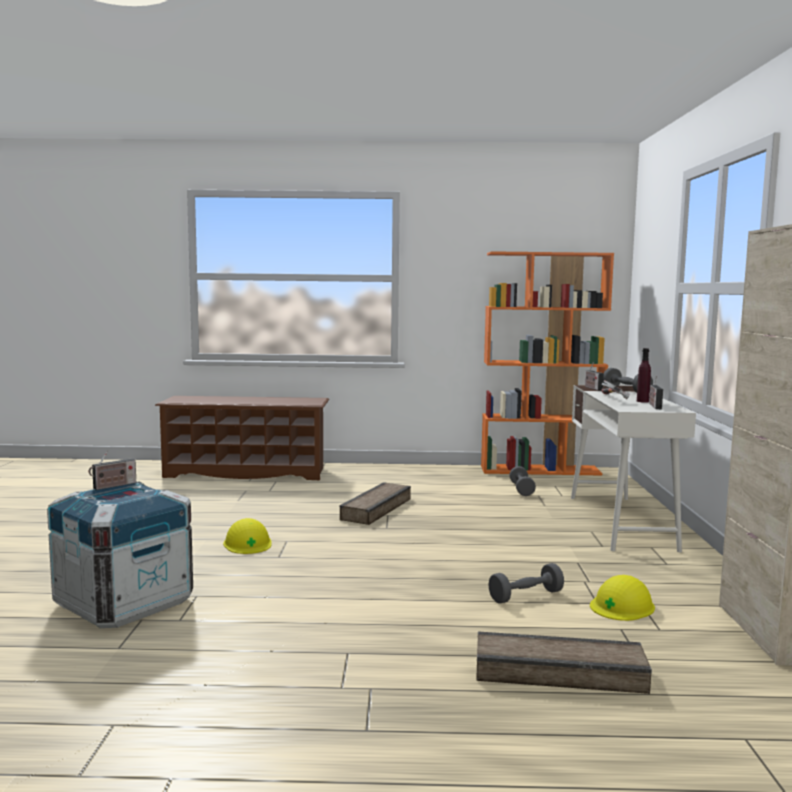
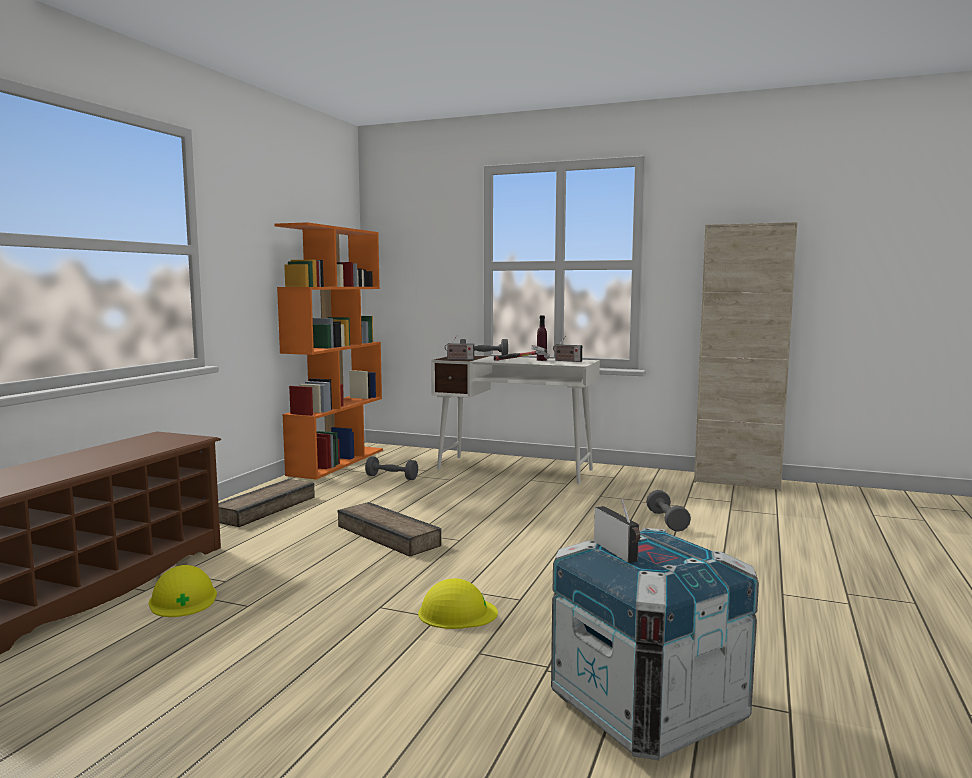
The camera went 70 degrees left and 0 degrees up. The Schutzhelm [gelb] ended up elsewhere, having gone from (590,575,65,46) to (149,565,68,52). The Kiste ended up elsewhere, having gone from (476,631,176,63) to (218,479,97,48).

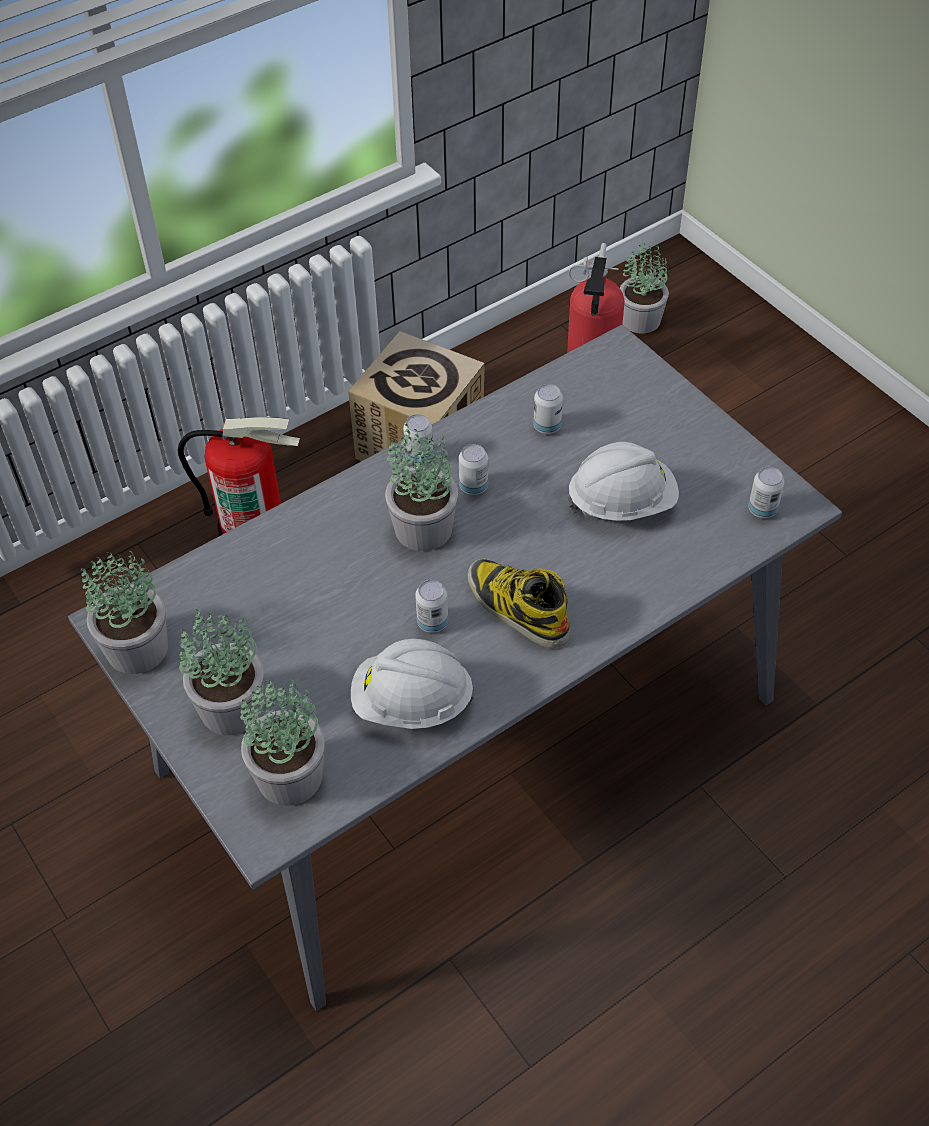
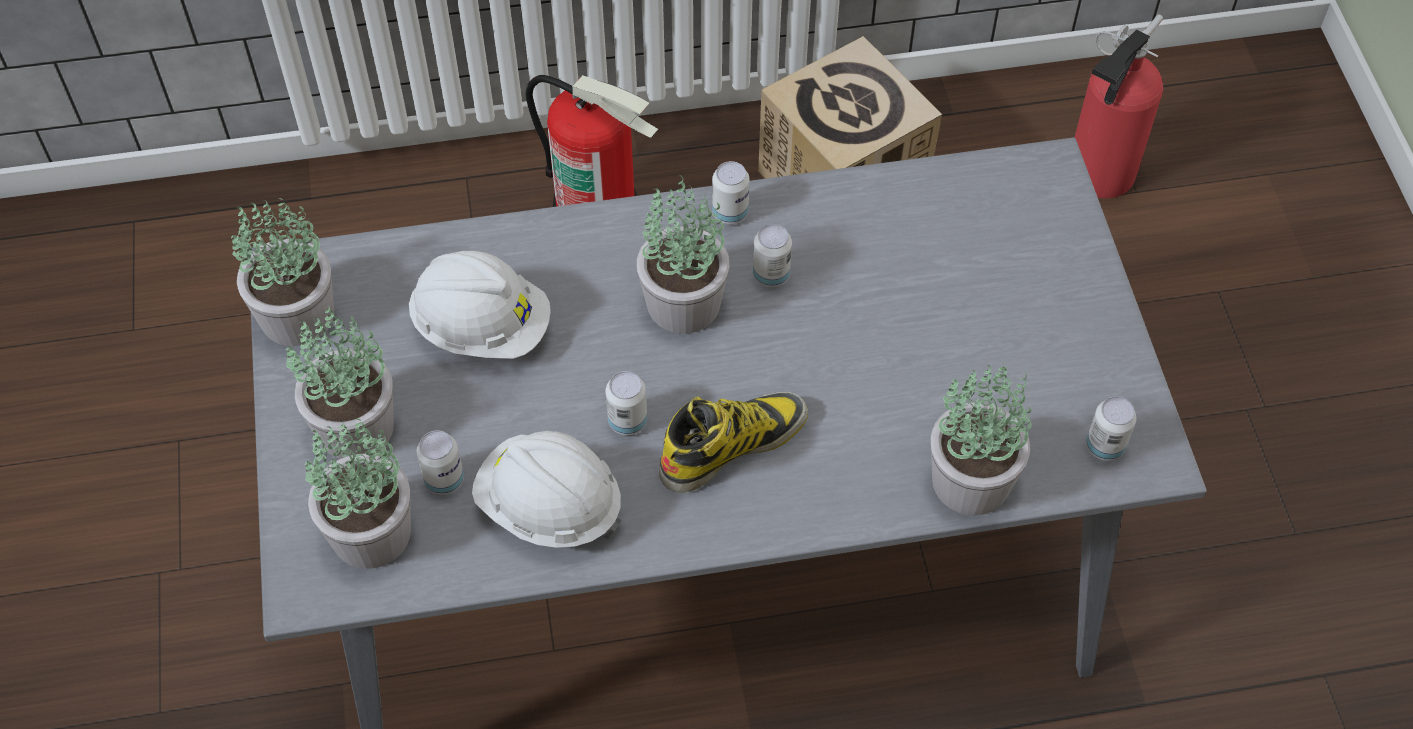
The camera went 25 degrees right and 5 degrees up. The Schutzhelm [weiß] ended up elsewhere, having gone from (567,442,112,79) to (409,251,142,108). The Dose ended up elsewhere, having gone from (533,384,30,50) to (417,430,47,65). The Stiefel at (467,558,104,90) ended up facing another way, 75 degrees clockwise from before. The Topfpflanze ended up elsewhere, having gone from (620,241,49,93) to (931,362,101,153).

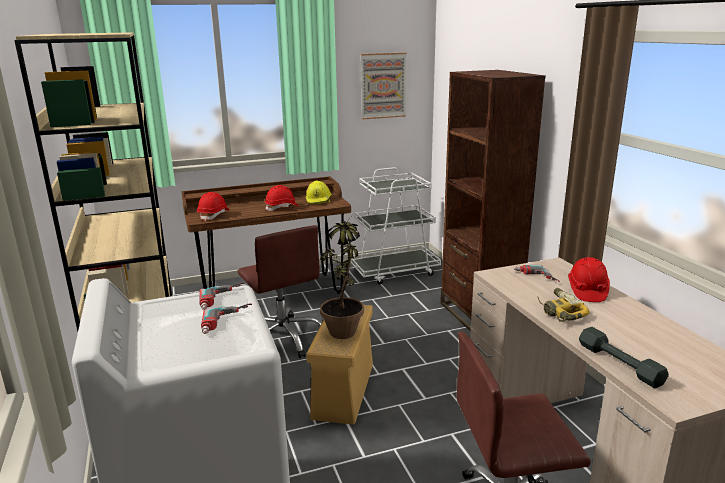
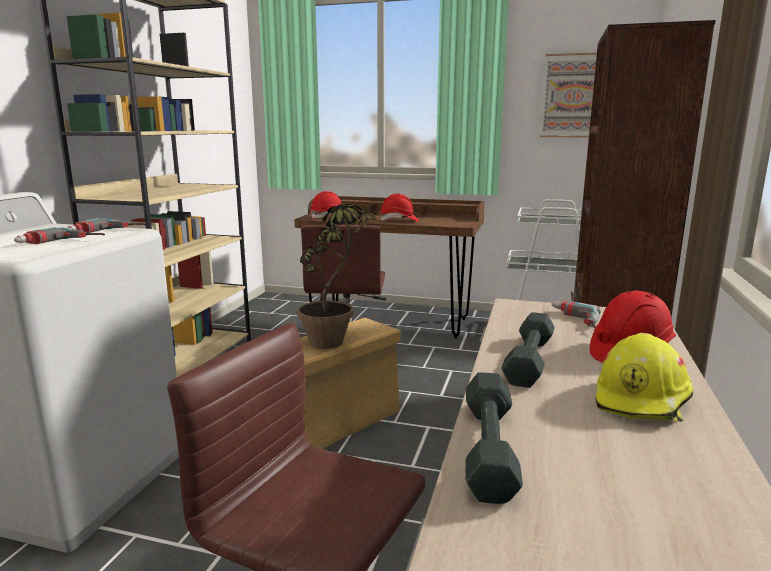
The camera went 35 degrees right and 5 degrees down. Where the Bohrmaschine stood at (537,288,53,34), the Hantel [grau] came to stand at (501,312,54,76). The Schutzhelm [gelb] ended up elsewhere, having gone from (306,180,26,24) to (596,333,97,89).

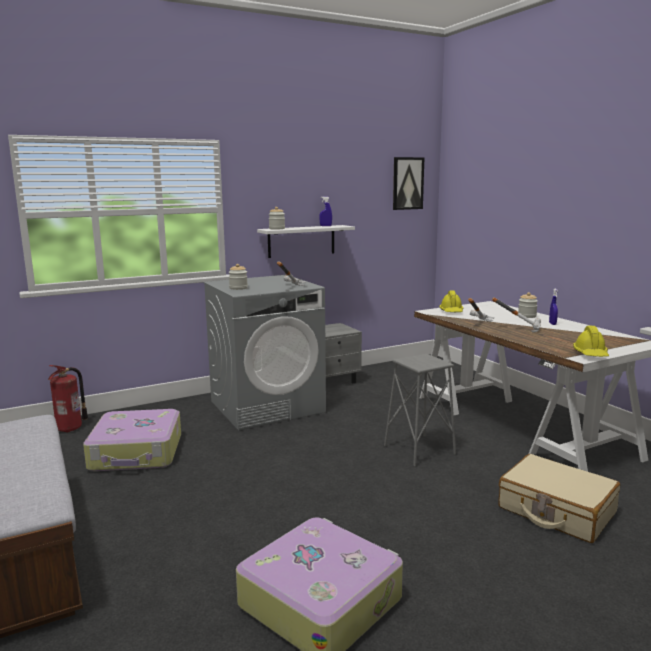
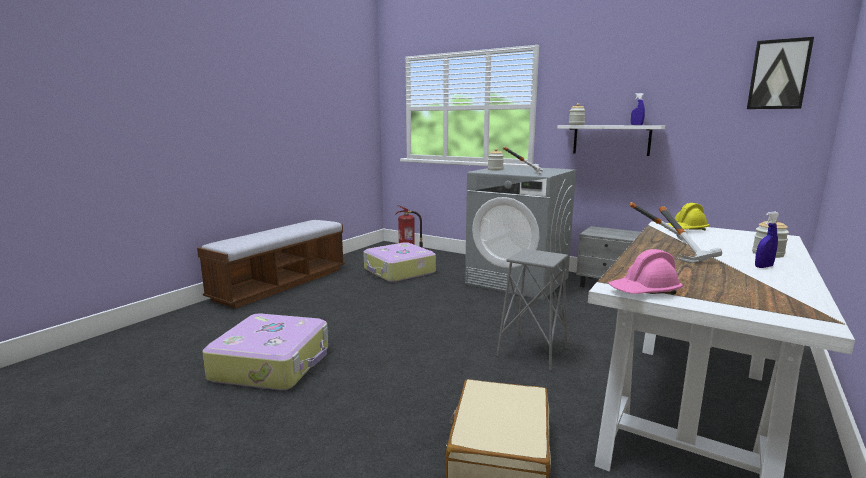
The camera went 60 degrees right and 0 degrees up. What was the Schutzhelm [gelb] at (573,326,36,31) turned into the Schutzhelm [rosa] at (609,249,74,45).

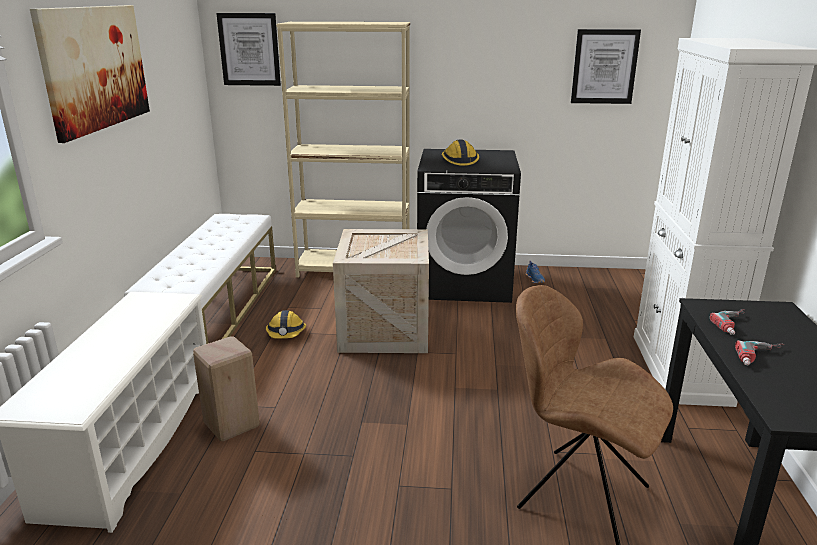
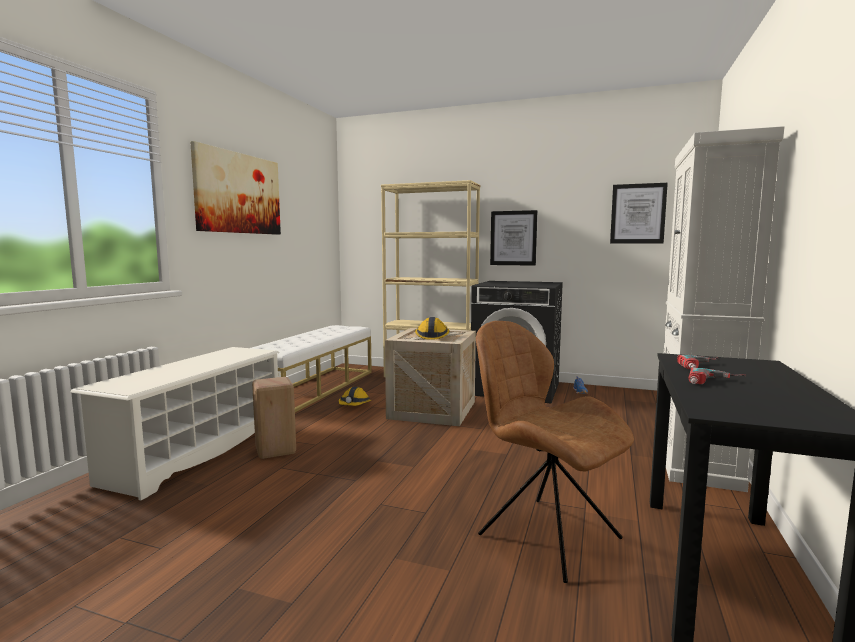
The camera went 15 degrees right and 15 degrees down. The Schutzhelm ended up elsewhere, having gone from (442,140,37,26) to (415,317,35,23). The Bild ended up elsewhere, having gone from (216,13,65,73) to (490,210,47,56).

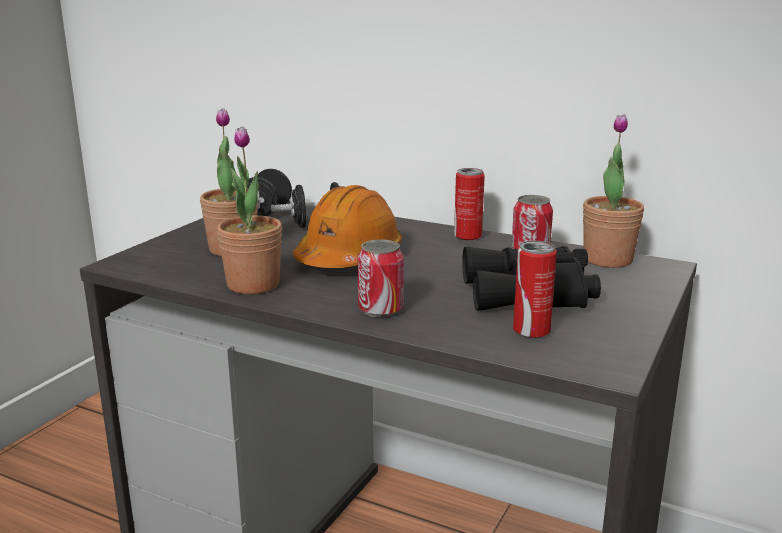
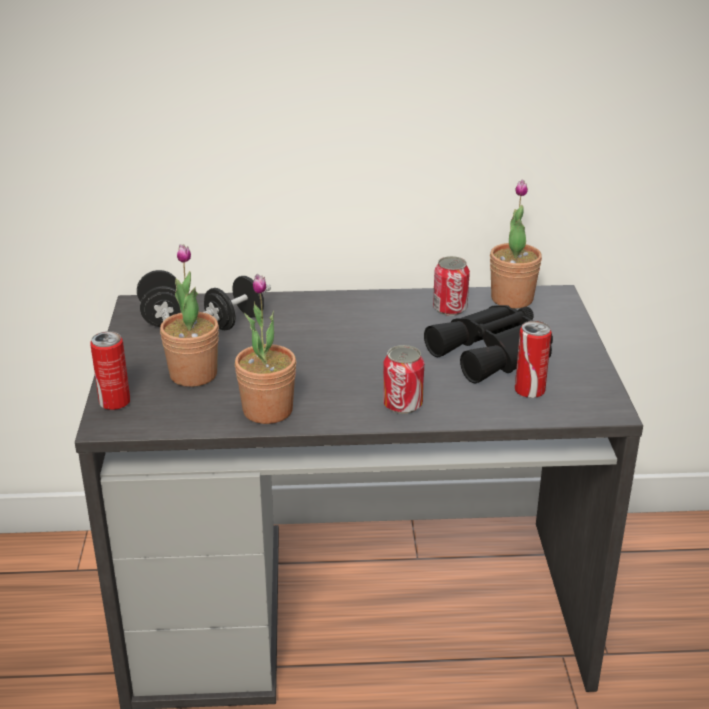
The camera went 30 degrees left and 10 degrees up. The Dose ended up elsewhere, having gone from (454,168,31,72) to (90,331,40,79). The second view lost the Schutzhelm [orange] at (293,185,109,83).

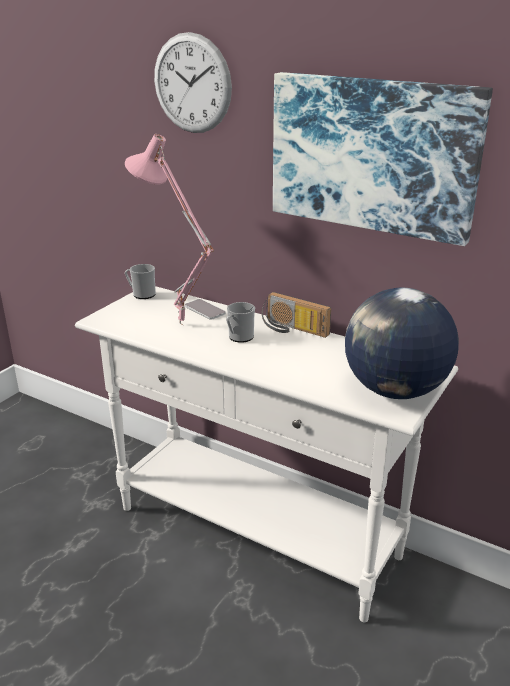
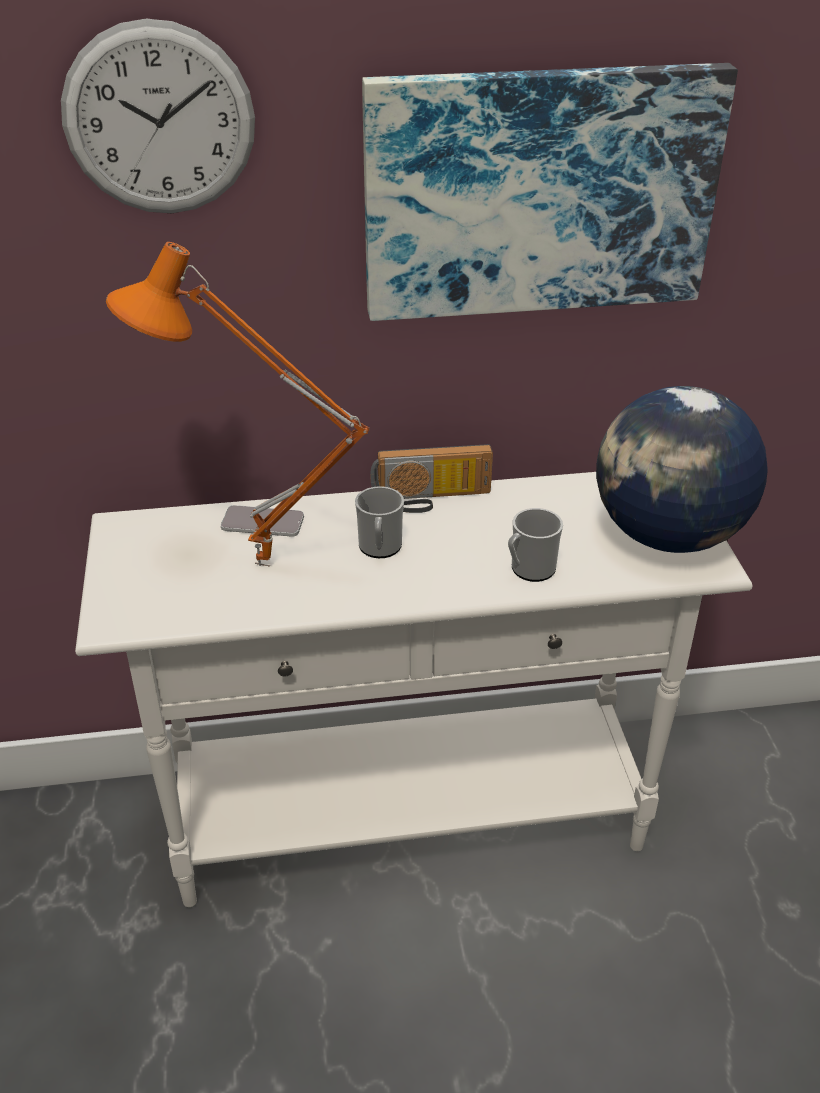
The camera went 40 degrees left and 10 degrees up. What was the Tischlampe [rosa] at (125,134,89,192) turned into the Tischlampe [orange] at (106,242,263,324). The Henkelbecher ended up elsewhere, having gone from (125,264,31,35) to (508,508,55,74).

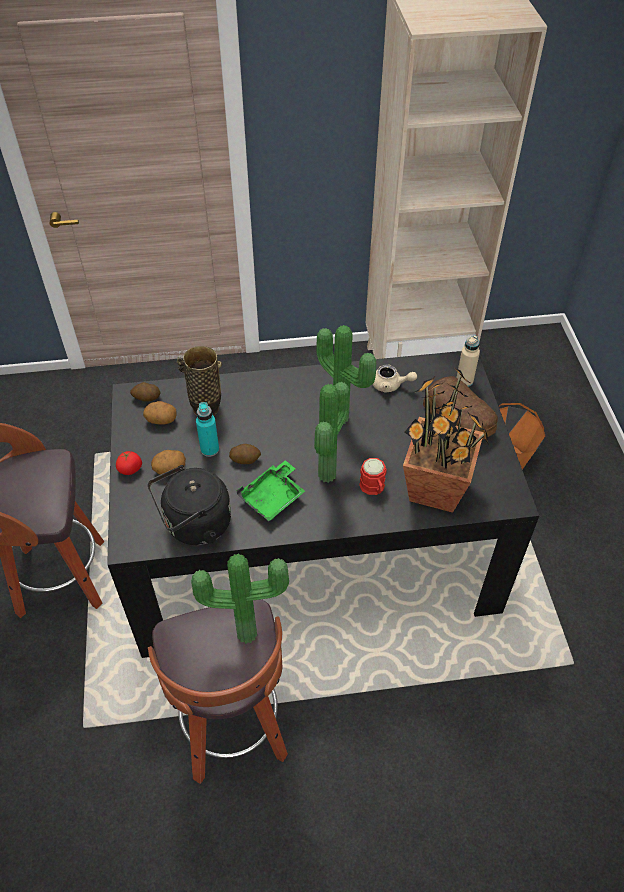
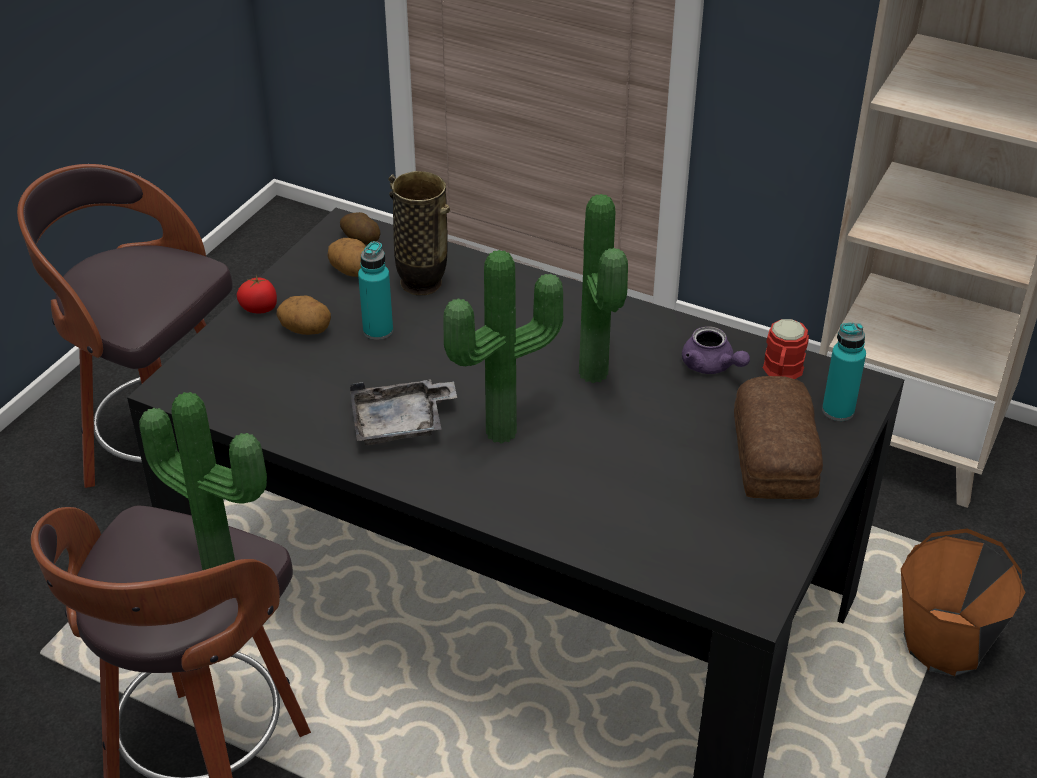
The camera went 35 degrees right and 10 degrees down. What was the Tablett [grün] at (237,460,68,61) turned into the Tablett [grau] at (350,379,107,66). What was the Teekanne [beige] at (373,365,44,28) turned into the Teekanne [lila] at (682,326,68,48). The Henkelbecher [rot] ended up elsewhere, having gone from (359,458,28,37) to (763,319,46,60). What was the Flasche [beige] at (456,335,24,52) turned into the Flasche [türkis] at (822,323,44,98). The second view lost the Wasserkessel [schwarz] at (148,465,83,80). The second view lost the Kartoffel at (229,444,32,20). The second view lost the Topfpflanze at (403,366,86,147).

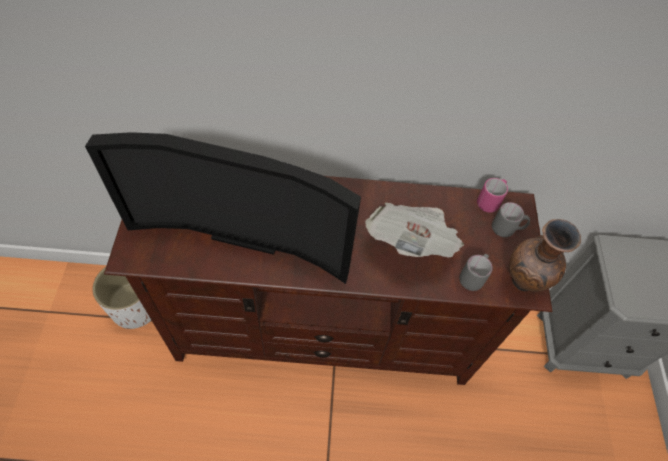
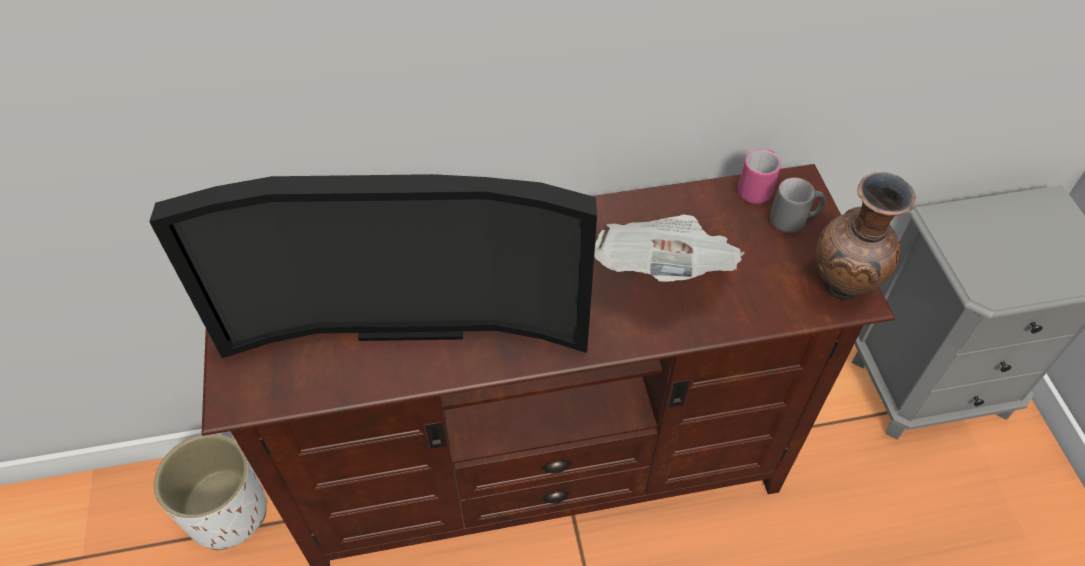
The camera went 10 degrees left and 5 degrees down. The second view lost the Henkelbecher [grau] at (459,254,34,37).

